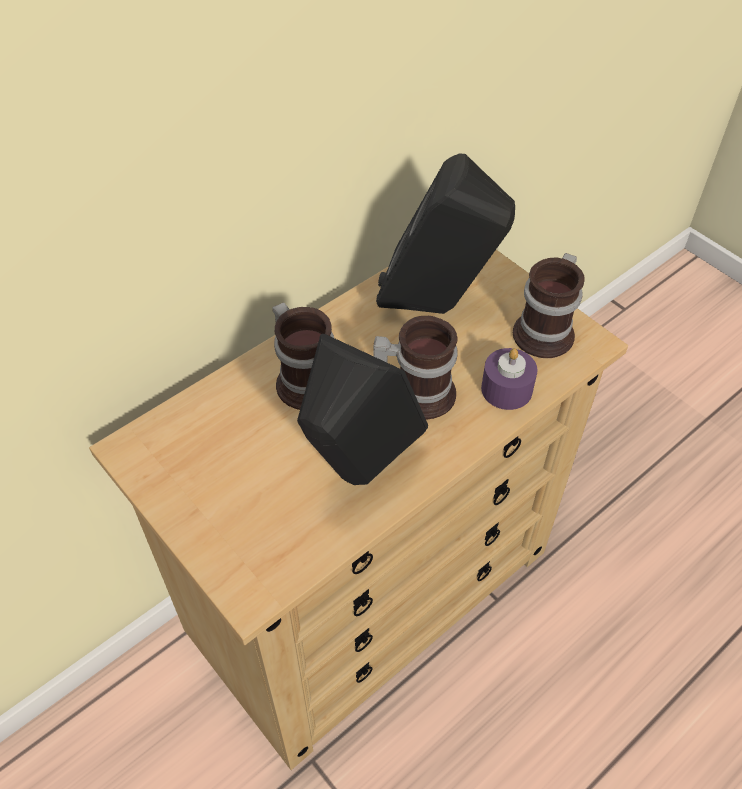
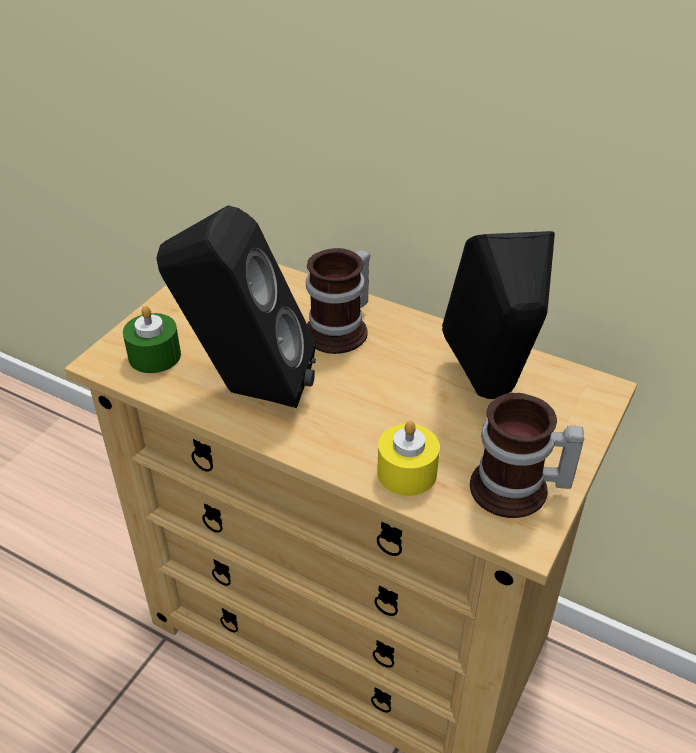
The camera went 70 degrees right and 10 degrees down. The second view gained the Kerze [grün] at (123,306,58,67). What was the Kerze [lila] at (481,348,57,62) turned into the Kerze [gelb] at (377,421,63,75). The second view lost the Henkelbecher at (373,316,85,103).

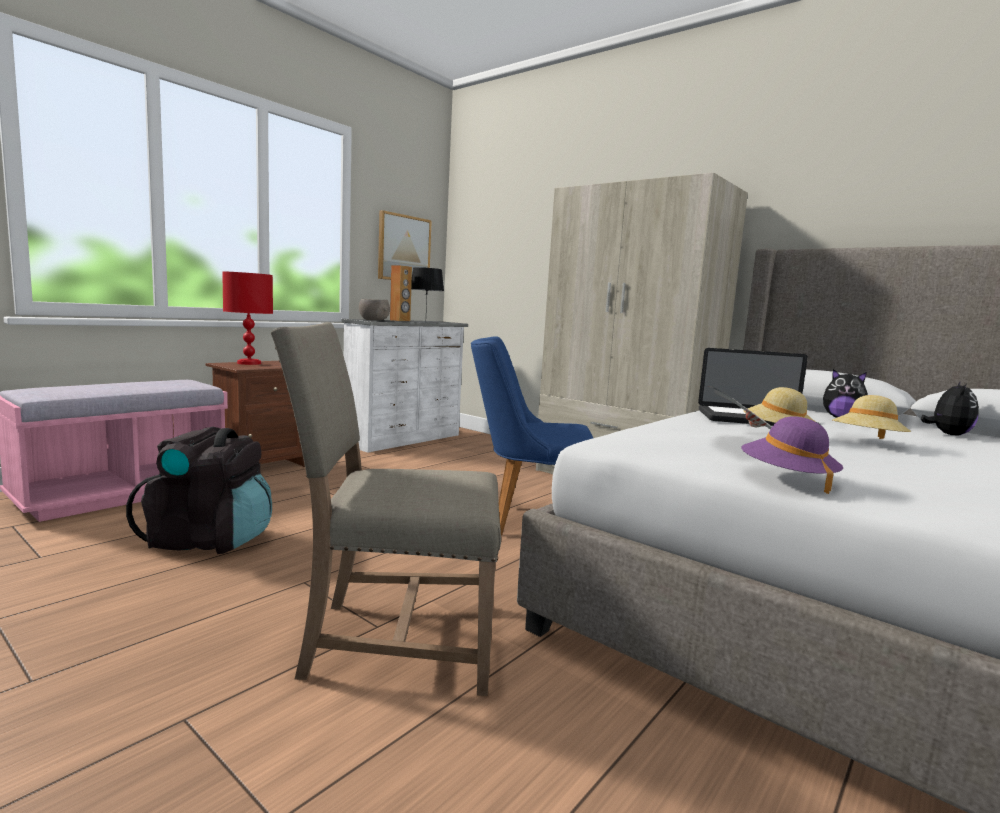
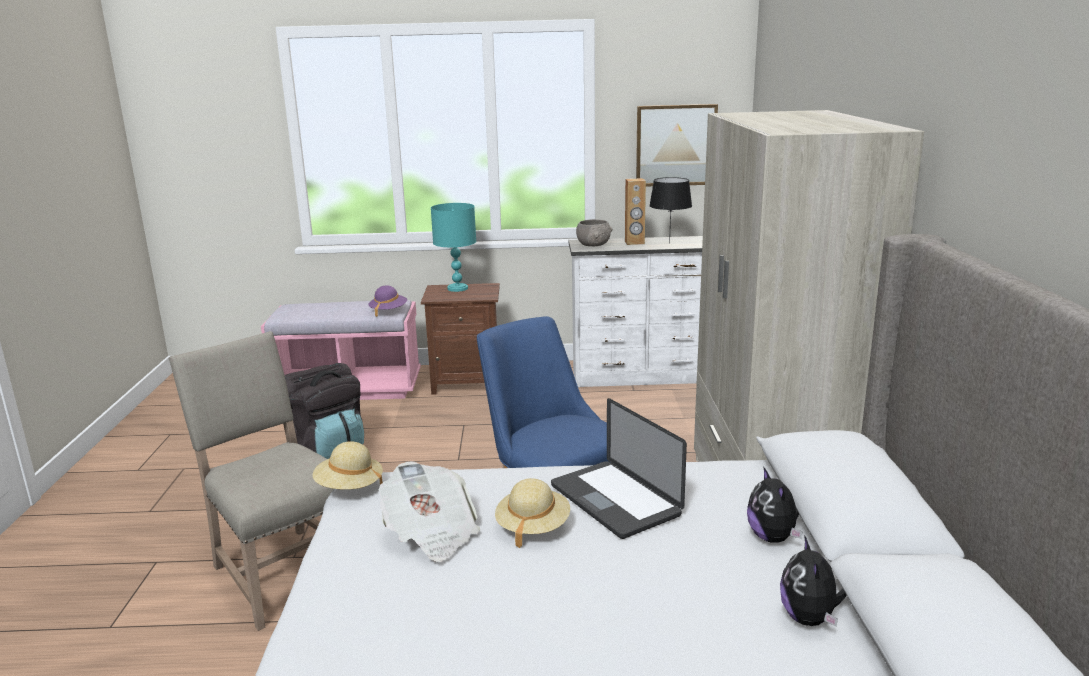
The camera went 50 degrees right and 10 degrees up. The Hut [beige] ended up elsewhere, having gone from (832,395,79,44) to (312,441,71,49). The Hut [lila] ended up elsewhere, having gone from (741,416,102,78) to (368,285,39,32). What was the Tischlampe [rot] at (222,272,51,93) turned into the Tischlampe [türkis] at (431,203,45,89). The Plüschtier at (921,381,58,54) ended up facing another way, 105 degrees clockwise from before.

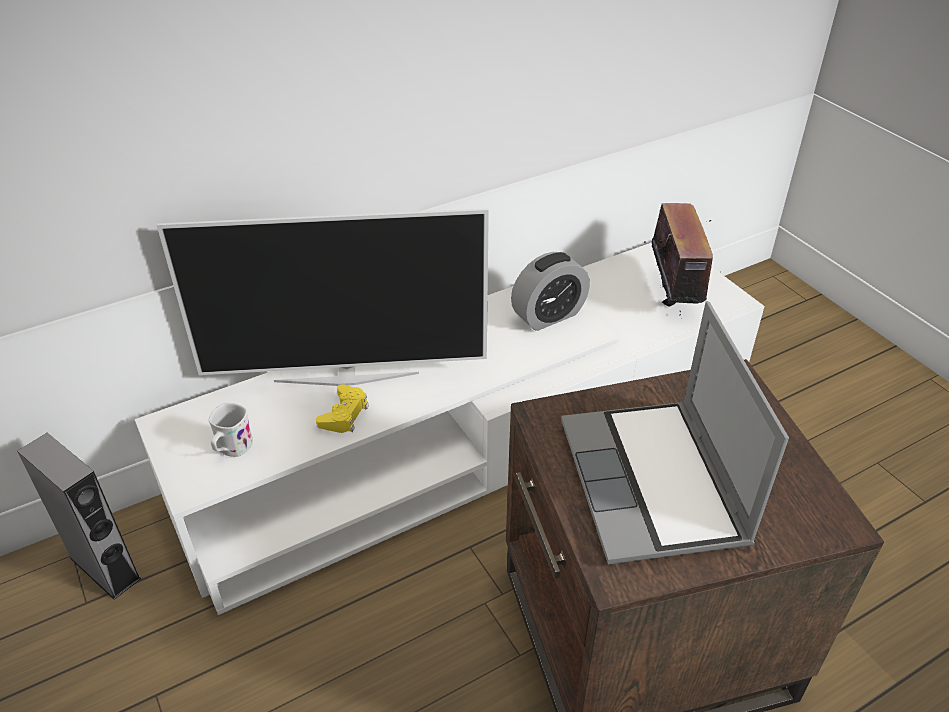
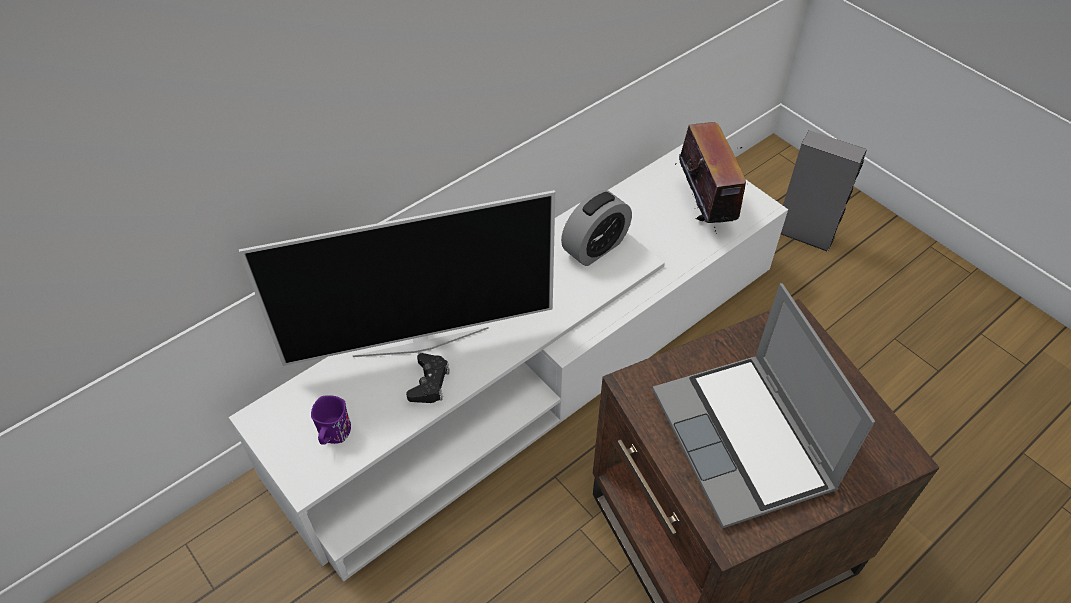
The camera went 10 degrees left and 10 degrees up. What was the Henkelbecher [weiß] at (209,403,44,54) turned into the Henkelbecher [lila] at (311,395,40,50). What was the Gamepad [gelb] at (316,384,53,49) turned into the Gamepad [schwarz] at (406,353,44,50). The Lautsprecher [grau] ended up elsewhere, having gone from (17,433,124,167) to (781,130,86,122).

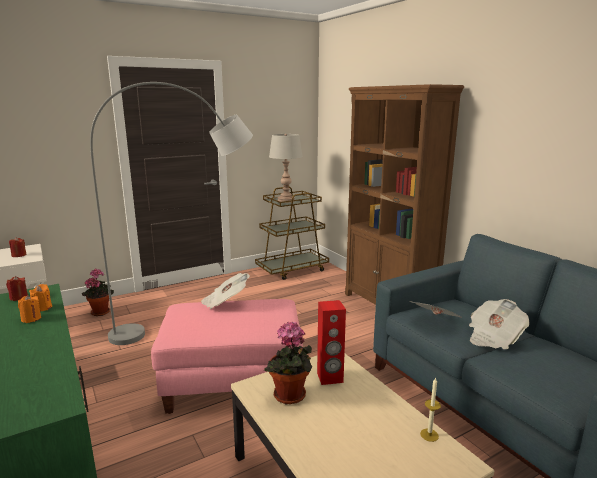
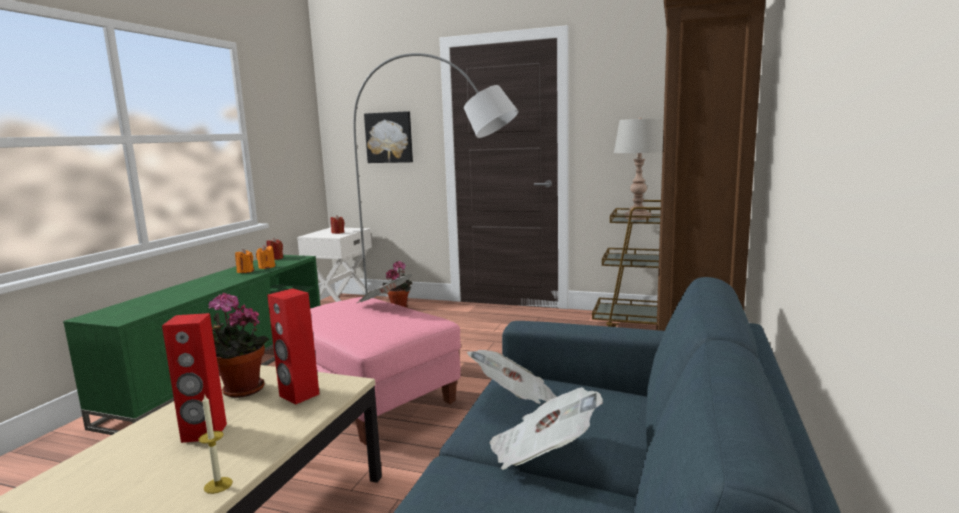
The camera went 50 degrees right and 5 degrees down. The second view gained the Lautsprecher [rot] at (162,313,65,130). The second view gained the Bild at (364,111,49,52).

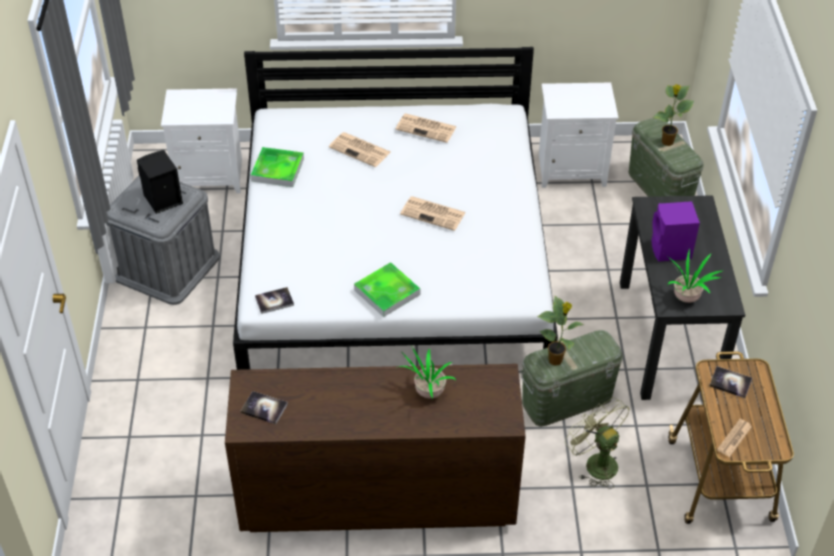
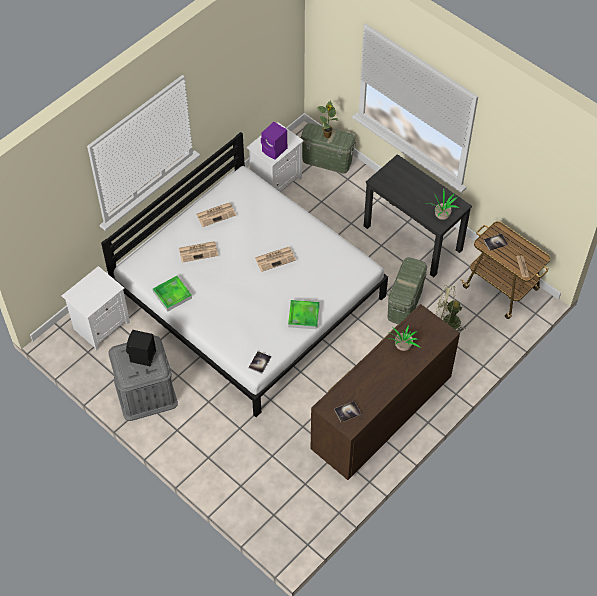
The camera went 45 degrees left and 10 degrees up. The Lautsprecher [lila] ended up elsewhere, having gone from (652,201,48,61) to (261,122,26,38). The second view lost the Topfpflanze at (537,296,47,70).

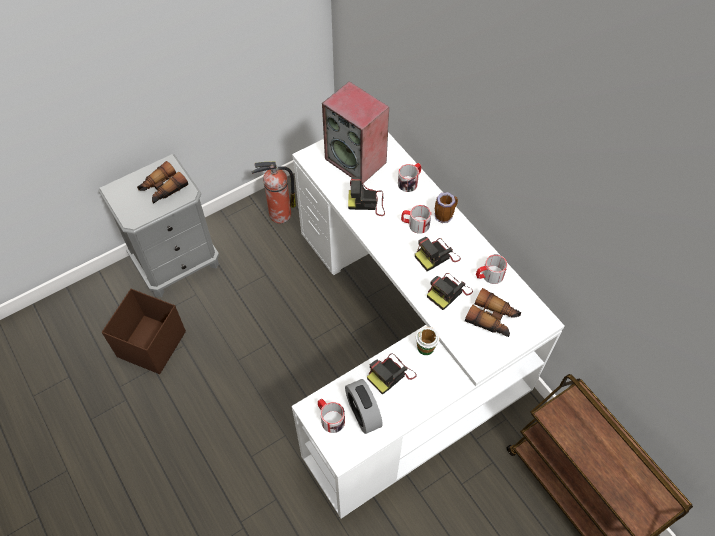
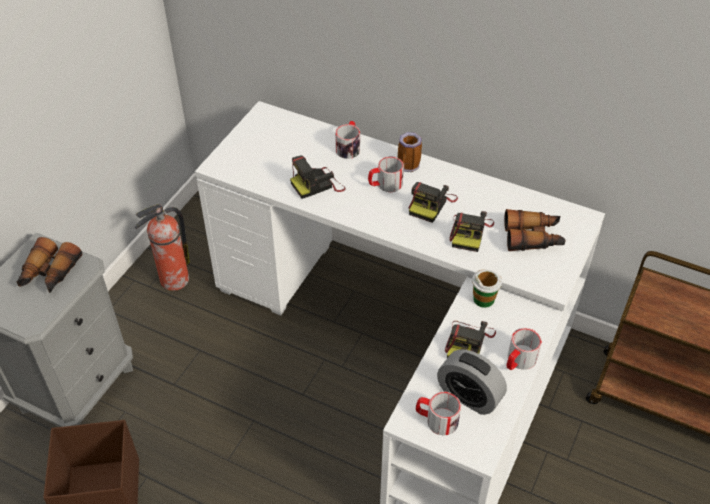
The camera went 30 degrees left and 10 degrees down. The Henkelbecher ended up elsewhere, having gone from (476,254,31,30) to (507,328,35,42). The second view lost the Lautsprecher at (322,81,67,104).

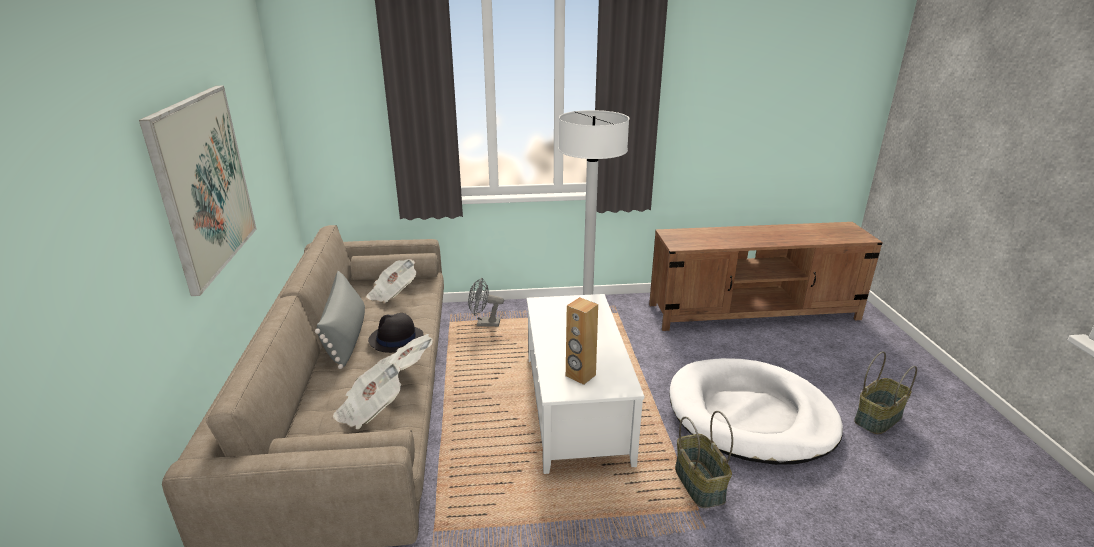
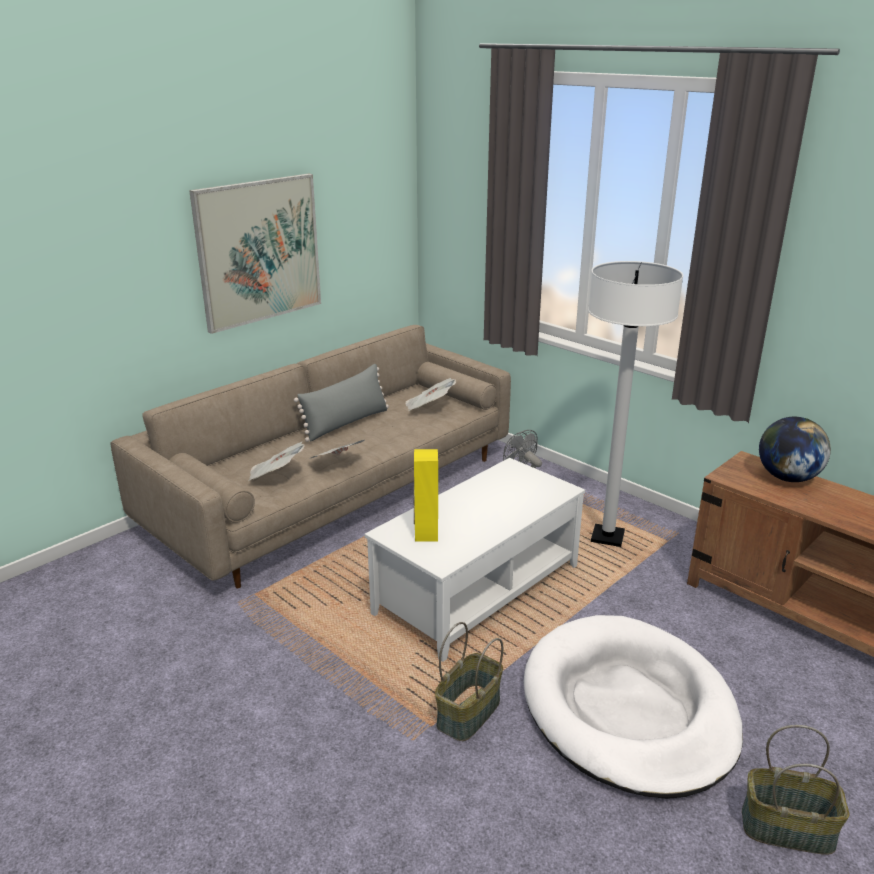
The camera went 50 degrees right and 0 degrees up. What was the Lautsprecher [braun] at (566,297,32,88) turned into the Lautsprecher [gelb] at (413,449,25,93). The second view gained the Globus at (759,417,72,65). The second view lost the Hut [schwarz] at (368,313,56,40).

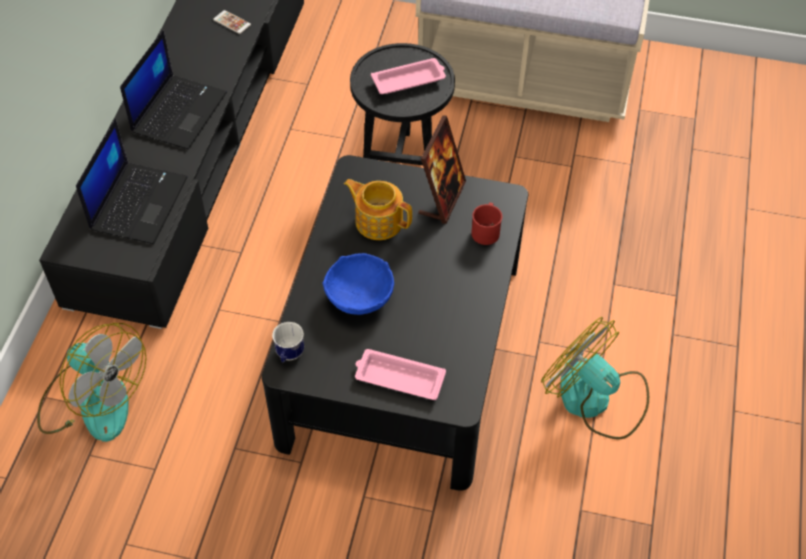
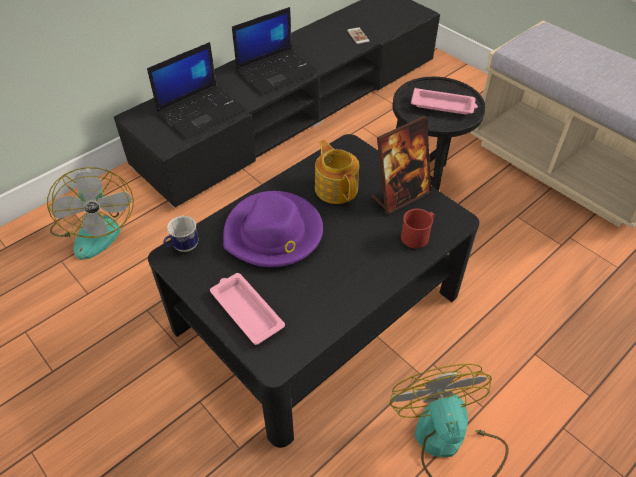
The camera went 35 degrees right and 5 degrees down. Where the Schüssel [blau] stood at (323,253,71,62), the Hut [lila] came to stand at (223,191,100,76).

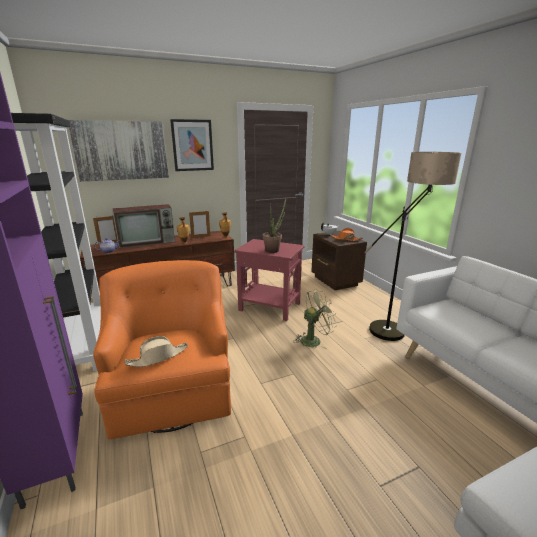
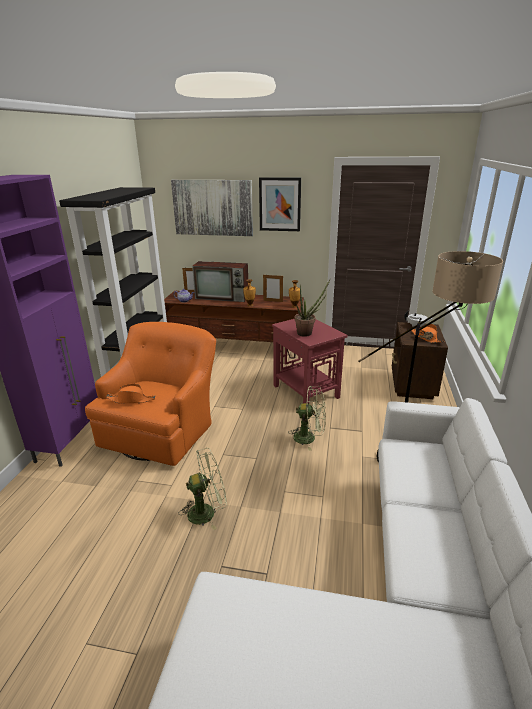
The camera went 35 degrees right and 5 degrees up. What was the Hut [beige] at (125,336,63,31) turned into the Hut [orange] at (106,384,50,19). The second view gained the Ventilator [grün] at (178,448,49,82).

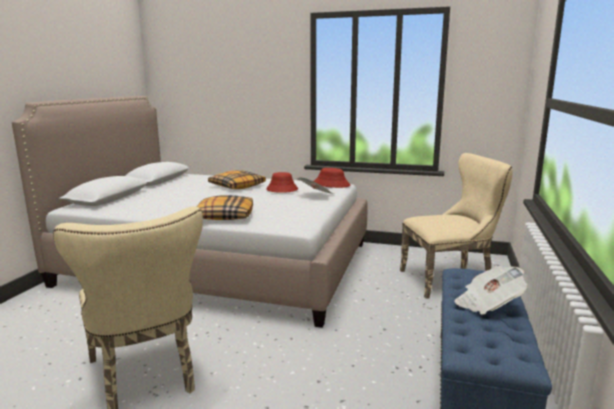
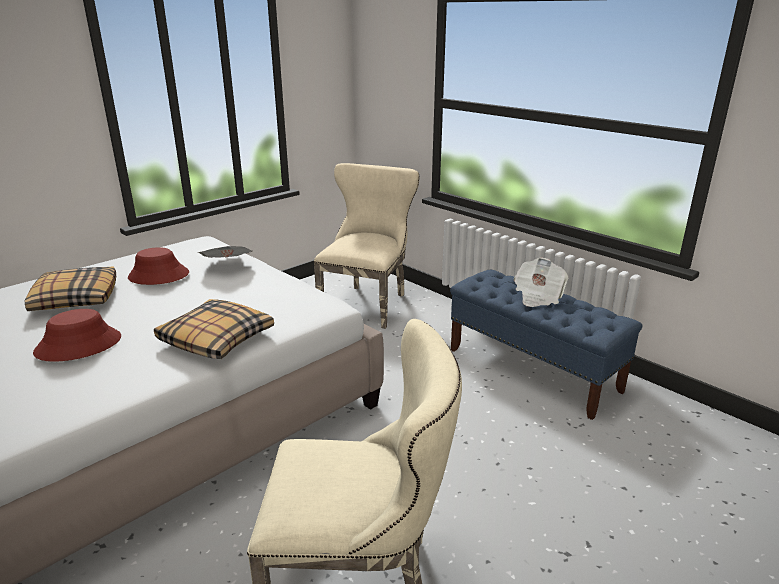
The camera went 60 degrees left and 10 degrees up. The Hut [rot] ended up elsewhere, having gone from (314,168,36,20) to (33,309,88,53).

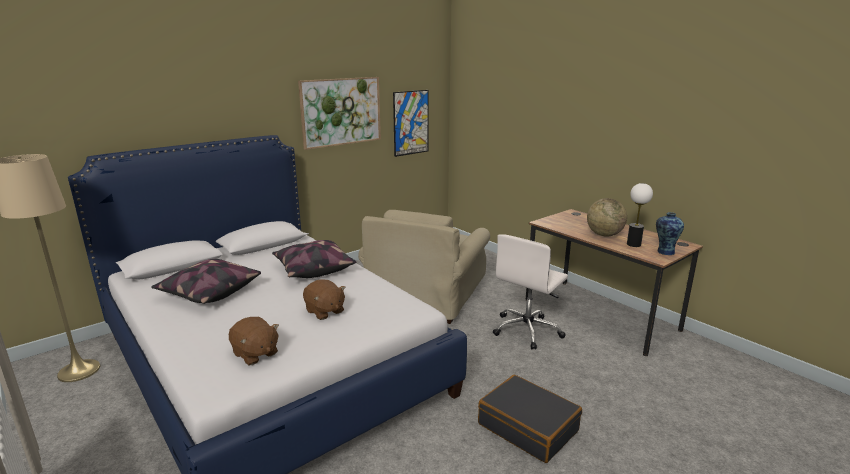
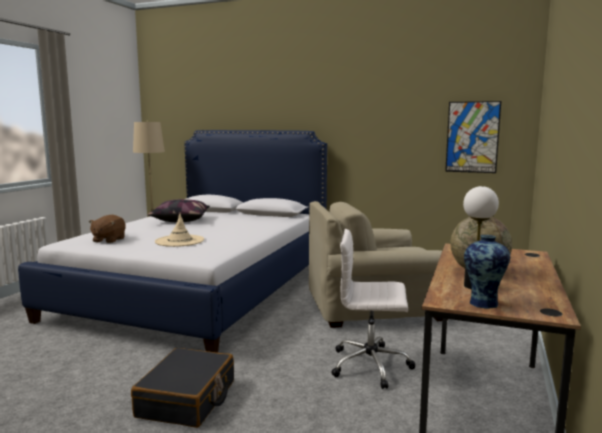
The camera went 60 degrees right and 10 degrees down. Where the Plüschtier [braun] stood at (303,279,43,41), the Hut [beige] came to stand at (155,213,49,34). The second view lost the Kissen at (272,240,84,38). The second view lost the Bild at (298,77,83,73).

